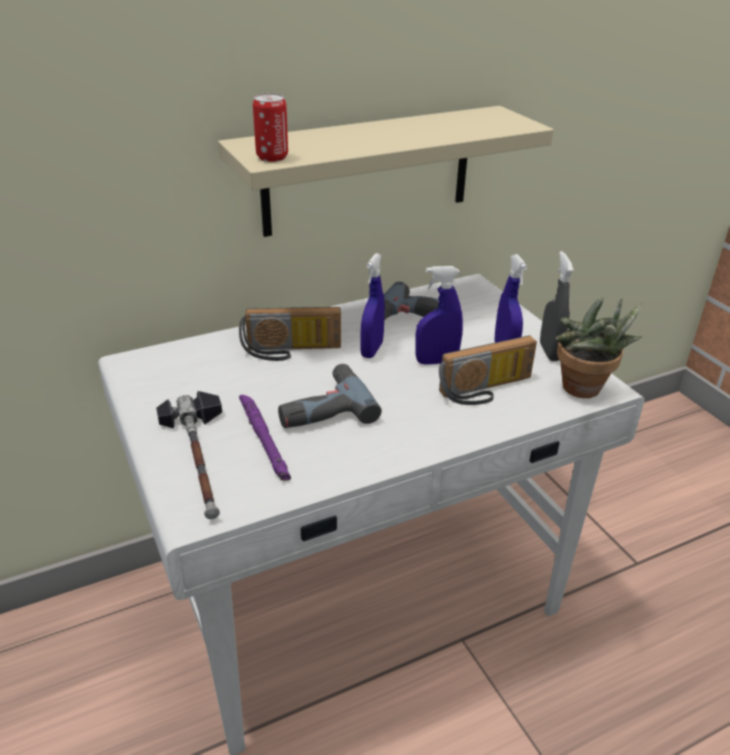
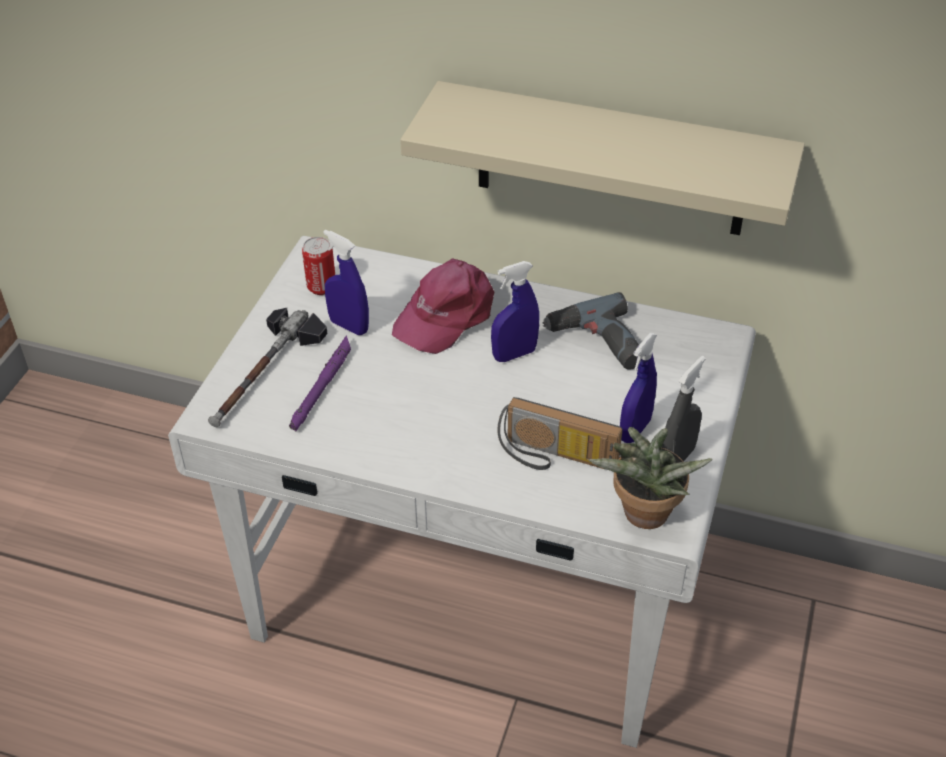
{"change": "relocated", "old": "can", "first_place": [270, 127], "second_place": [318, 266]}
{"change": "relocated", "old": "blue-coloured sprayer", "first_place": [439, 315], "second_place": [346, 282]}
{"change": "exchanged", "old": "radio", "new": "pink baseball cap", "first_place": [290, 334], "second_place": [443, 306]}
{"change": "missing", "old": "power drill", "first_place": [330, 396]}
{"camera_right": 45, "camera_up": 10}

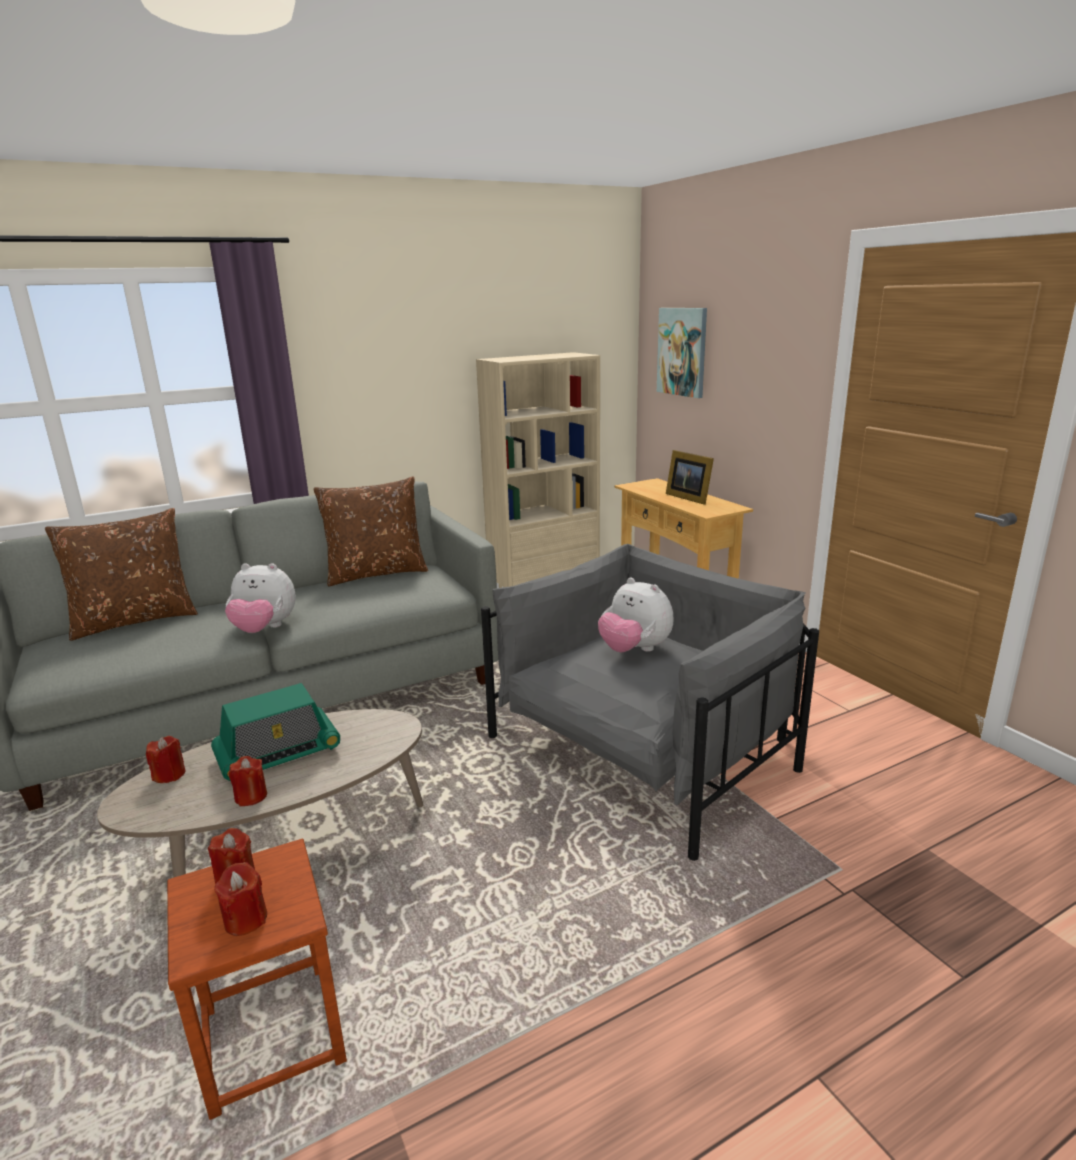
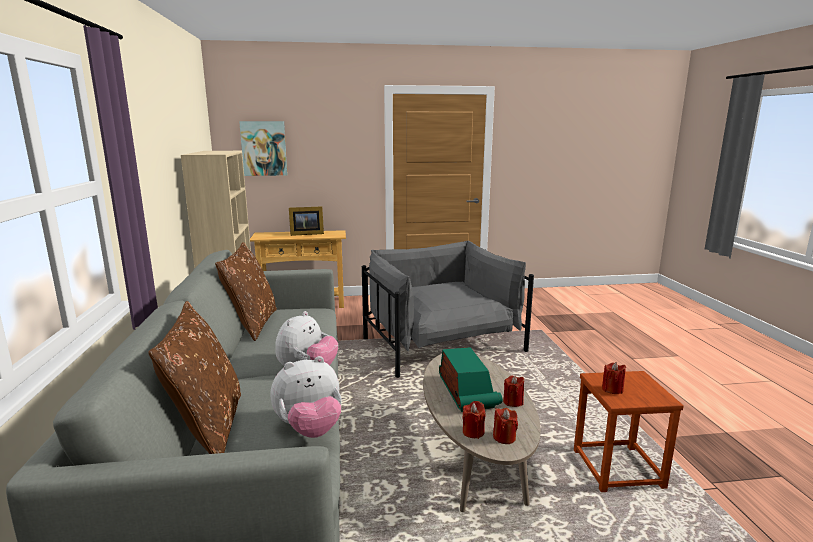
{"change": "relocated", "old": "cuddly toy", "first_place": [635, 615], "second_place": [306, 397]}
{"change": "relocated", "old": "red-coloured wax light", "first_place": [240, 899], "second_place": [505, 426]}
{"camera_right": -70, "camera_up": -5}

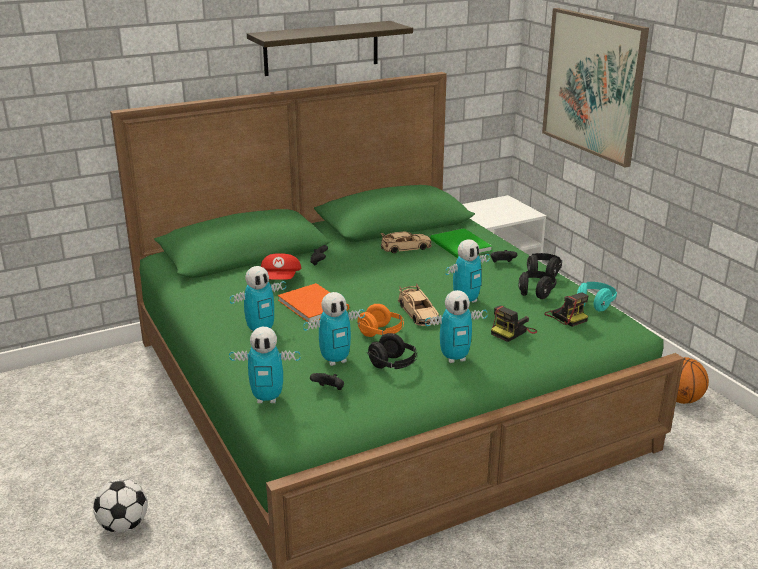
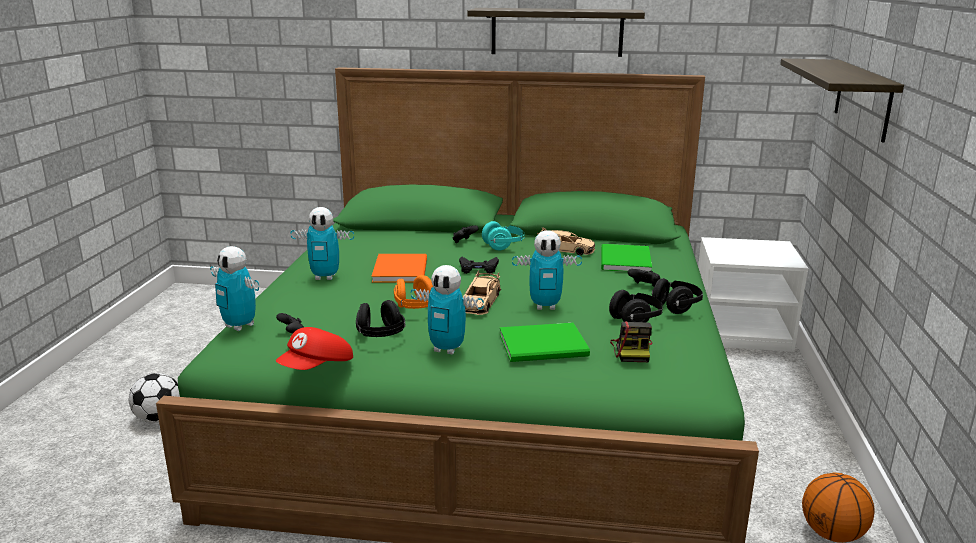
{"change": "relocated", "old": "red-coloured baseball cap", "first_place": [281, 266], "second_place": [314, 348]}
{"change": "appeared", "new": "black-coloured joypad", "second_place": [479, 265]}
{"change": "relocated", "old": "turquoise headphones", "first_place": [597, 297], "second_place": [503, 236]}
{"change": "exchanged", "old": "still camera", "new": "green-coloured volume", "first_place": [514, 324], "second_place": [545, 342]}
{"change": "exchanged", "old": "wall art", "new": "shelf", "first_place": [595, 87], "second_place": [842, 101]}
{"change": "missing", "old": "robot figure", "first_place": [334, 329]}
{"camera_right": 35, "camera_up": -5}

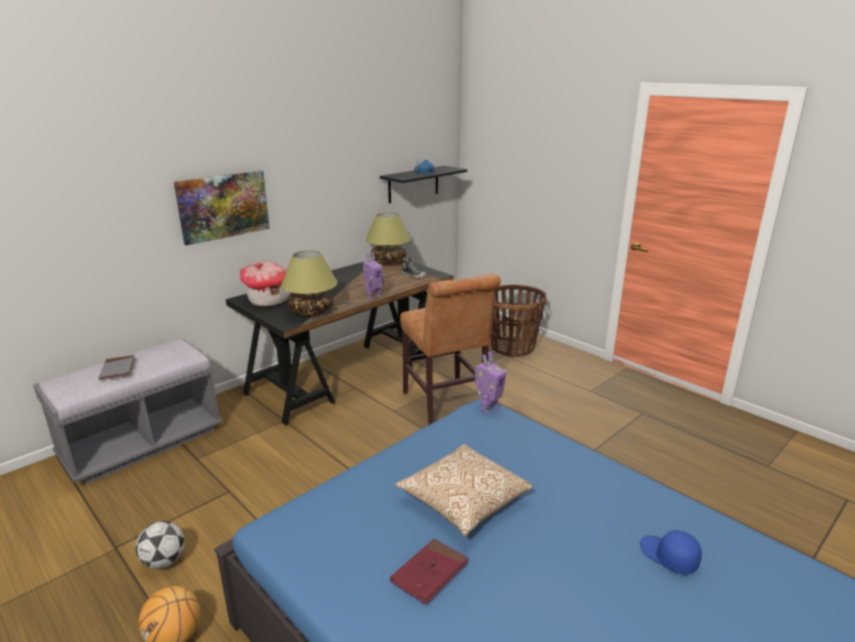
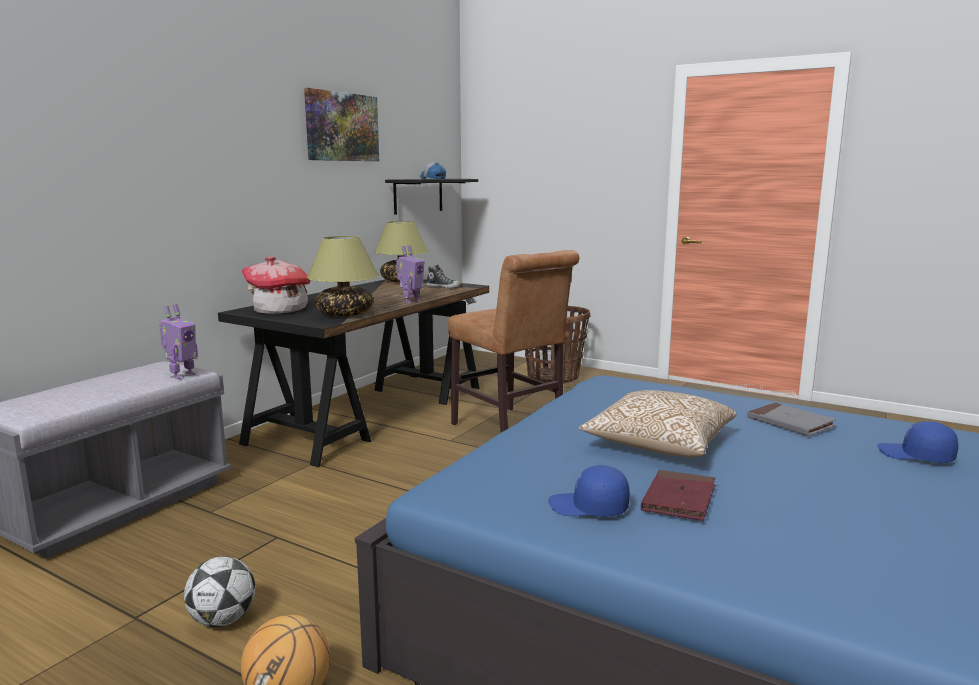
{"change": "relocated", "old": "robot figure", "first_place": [491, 383], "second_place": [178, 341]}
{"change": "relocated", "old": "wall art", "first_place": [222, 207], "second_place": [341, 124]}
{"change": "appeared", "new": "blue-coloured baseball cap", "second_place": [589, 491]}
{"change": "relocated", "old": "gray volume", "first_place": [117, 368], "second_place": [791, 419]}
{"camera_right": -15, "camera_up": -10}

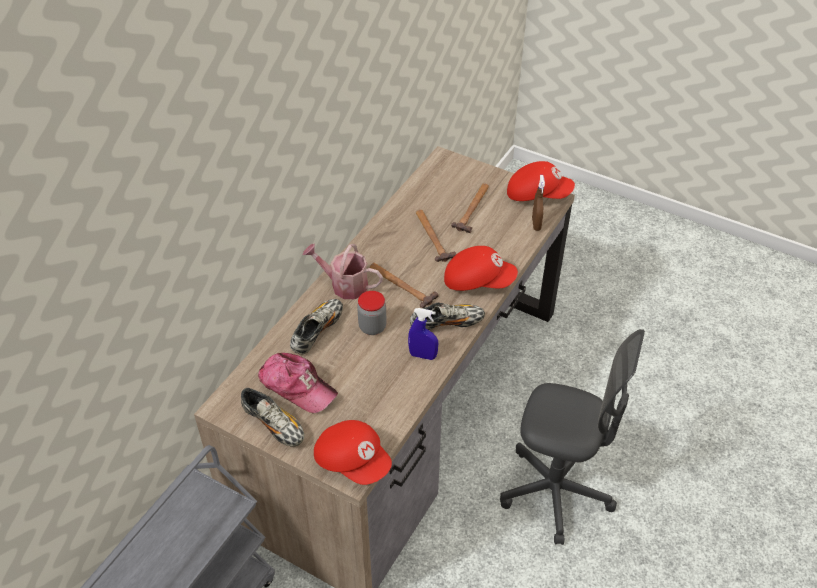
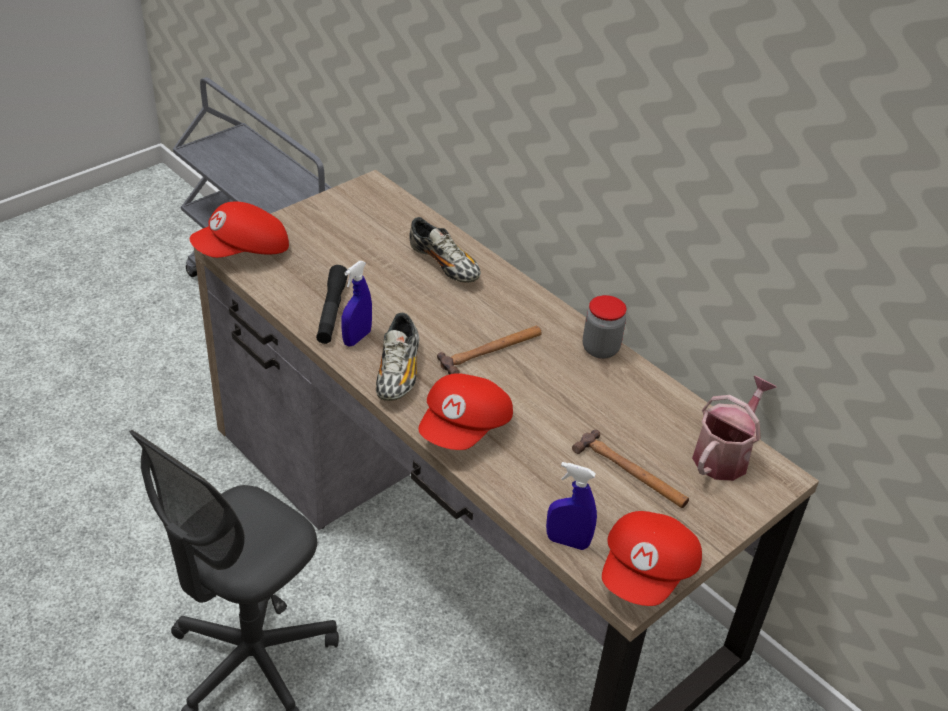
{"change": "appeared", "new": "black-coloured flashlight", "second_place": [332, 304]}
{"change": "colour", "old": "brownish sprayer", "new": "blue-coloured sprayer", "first_place": [538, 203], "second_place": [571, 506]}
{"change": "relocated", "old": "jar", "first_place": [372, 313], "second_place": [604, 327]}
{"change": "relocated", "old": "watering pot", "first_place": [343, 271], "second_place": [734, 428]}
{"change": "missing", "old": "low shoe", "first_place": [272, 417]}
{"change": "missing", "old": "baseball cap", "first_place": [298, 383]}
{"change": "missing", "old": "hand hammer", "first_place": [436, 236]}
{"camera_right": 105, "camera_up": -5}

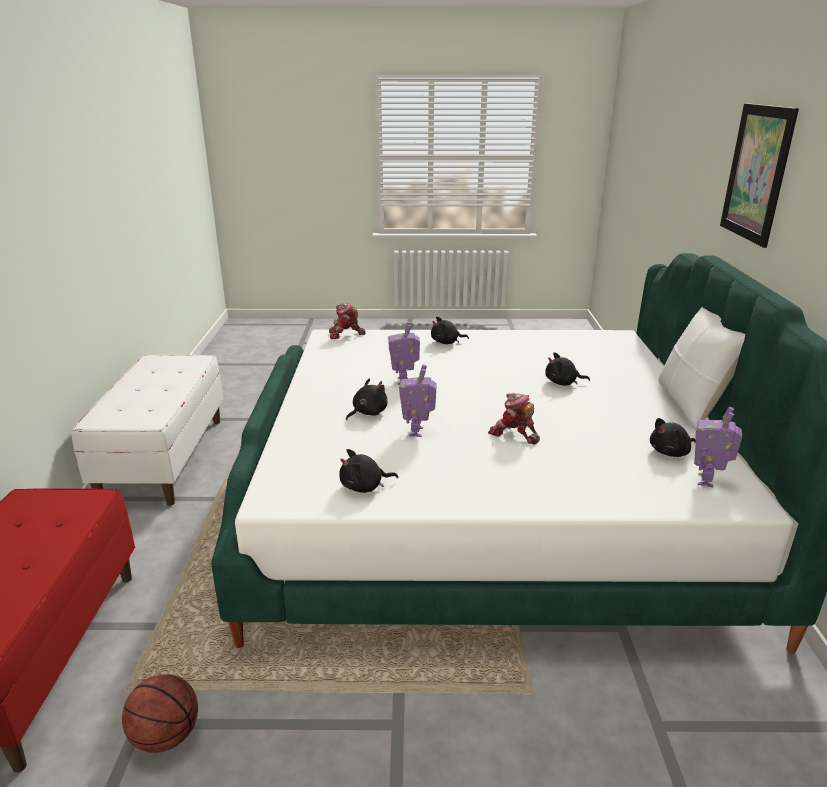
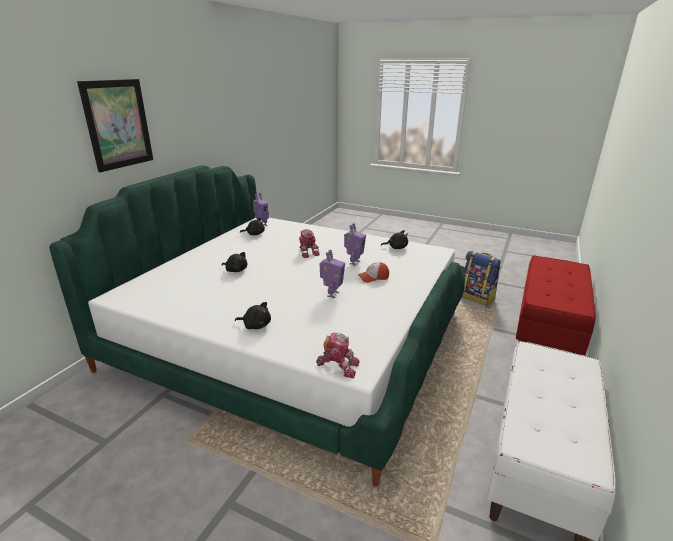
{"change": "exchanged", "old": "black-coloured cuddly toy", "new": "baseball cap", "first_place": [367, 399], "second_place": [373, 272]}
{"change": "exchanged", "old": "basketball ball", "new": "backpack", "first_place": [160, 713], "second_place": [481, 278]}
{"change": "missing", "old": "white cushion", "first_place": [701, 368]}
{"camera_right": -155, "camera_up": 0}

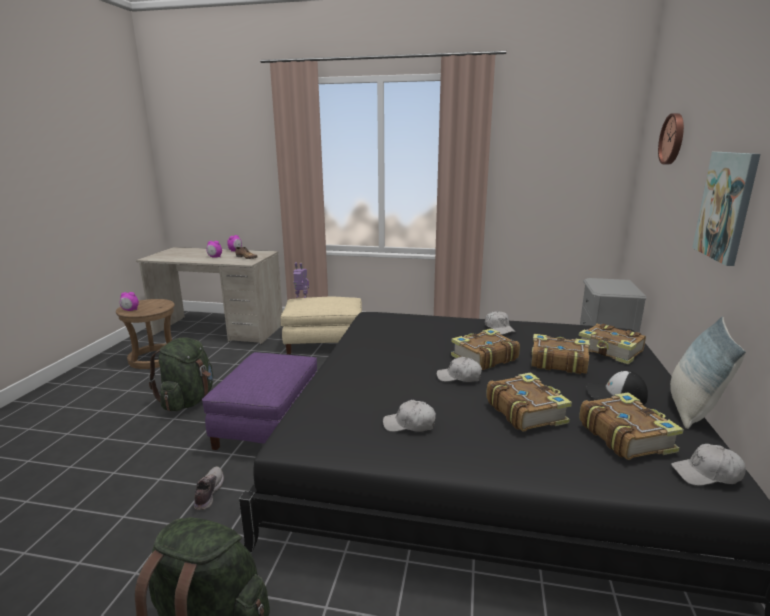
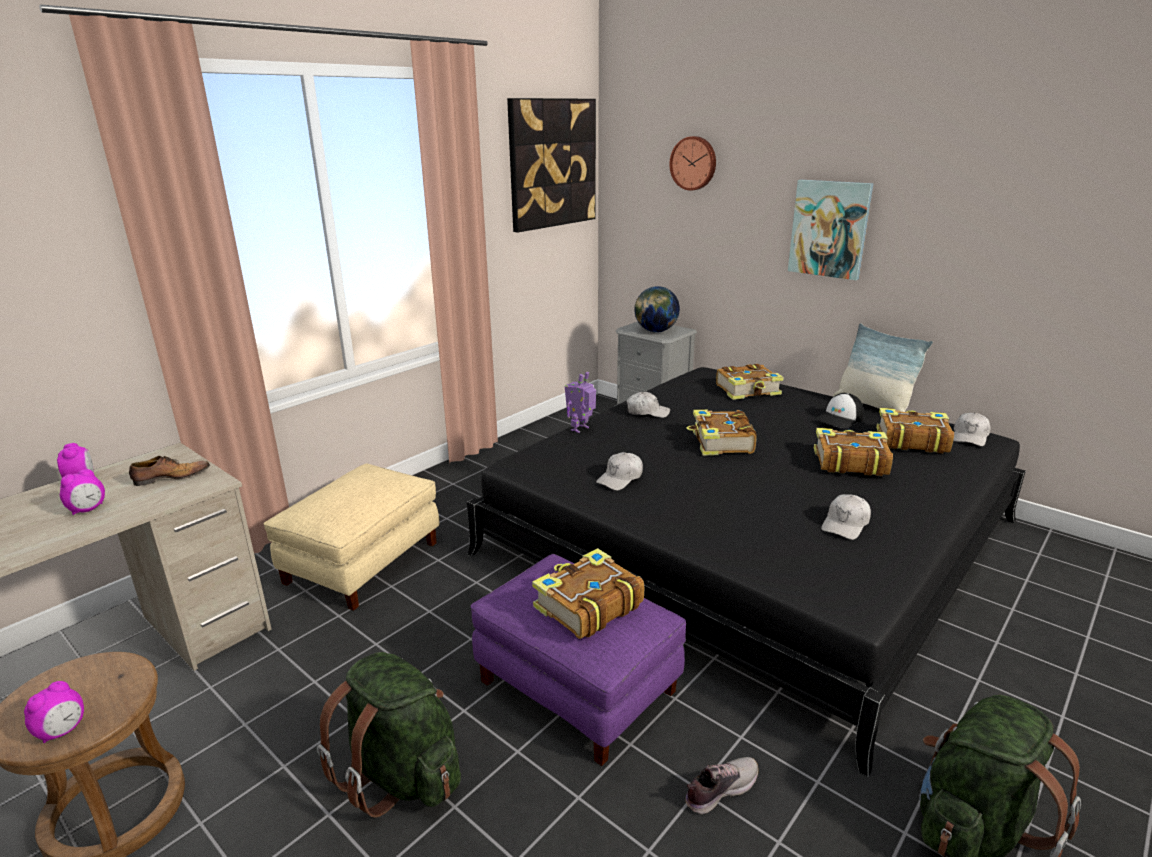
{"change": "appeared", "new": "wall art", "second_place": [551, 165]}
{"change": "relocated", "old": "volume", "first_place": [560, 354], "second_place": [588, 593]}
{"change": "relocated", "old": "robot figure", "first_place": [301, 280], "second_place": [580, 402]}
{"change": "relocated", "old": "white baseball cap", "first_place": [459, 369], "second_place": [619, 471]}
{"change": "appeared", "new": "globe", "second_place": [657, 309]}
{"change": "spun", "old": "low shoe", "first_place": [209, 488], "second_place": [722, 785], "degrees": 120}
{"camera_right": -60, "camera_up": 5}

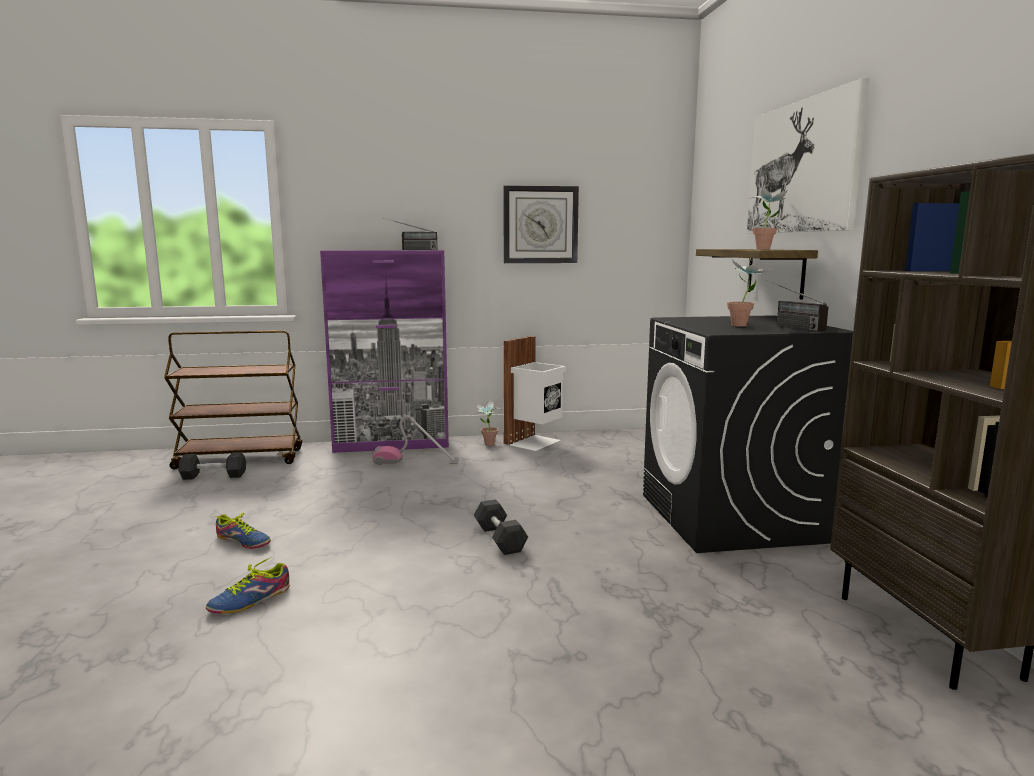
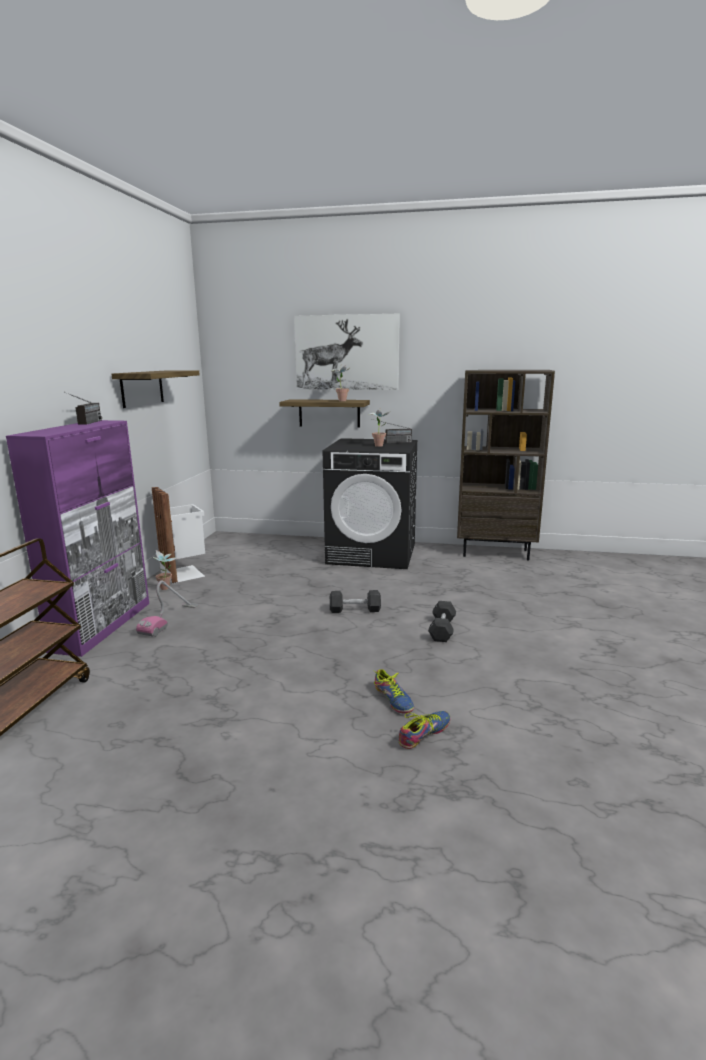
{"change": "exchanged", "old": "clock on the wall", "new": "shelf", "first_place": [541, 224], "second_place": [156, 389]}
{"change": "relocated", "old": "low shoe", "first_place": [242, 531], "second_place": [425, 730]}
{"change": "relocated", "old": "black-coloured free weight", "first_place": [212, 466], "second_place": [442, 621]}
{"camera_right": -70, "camera_up": 5}

